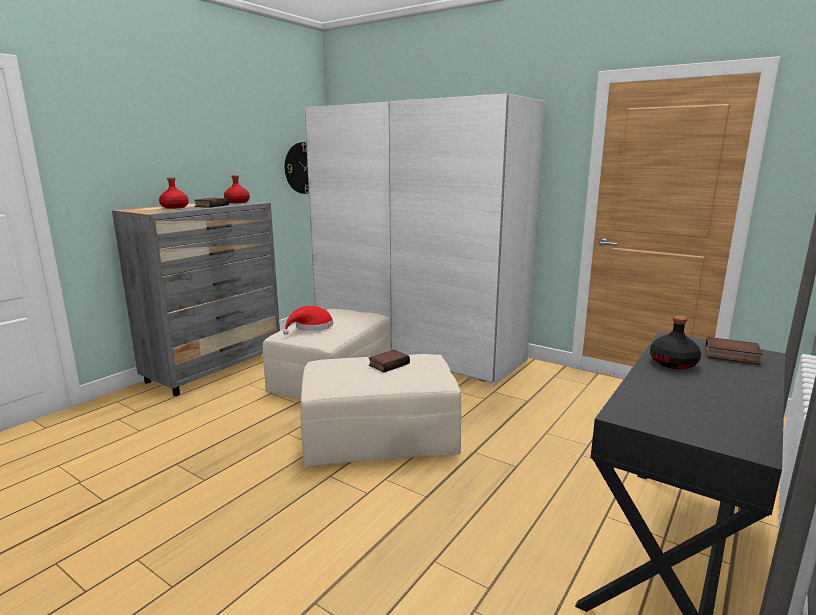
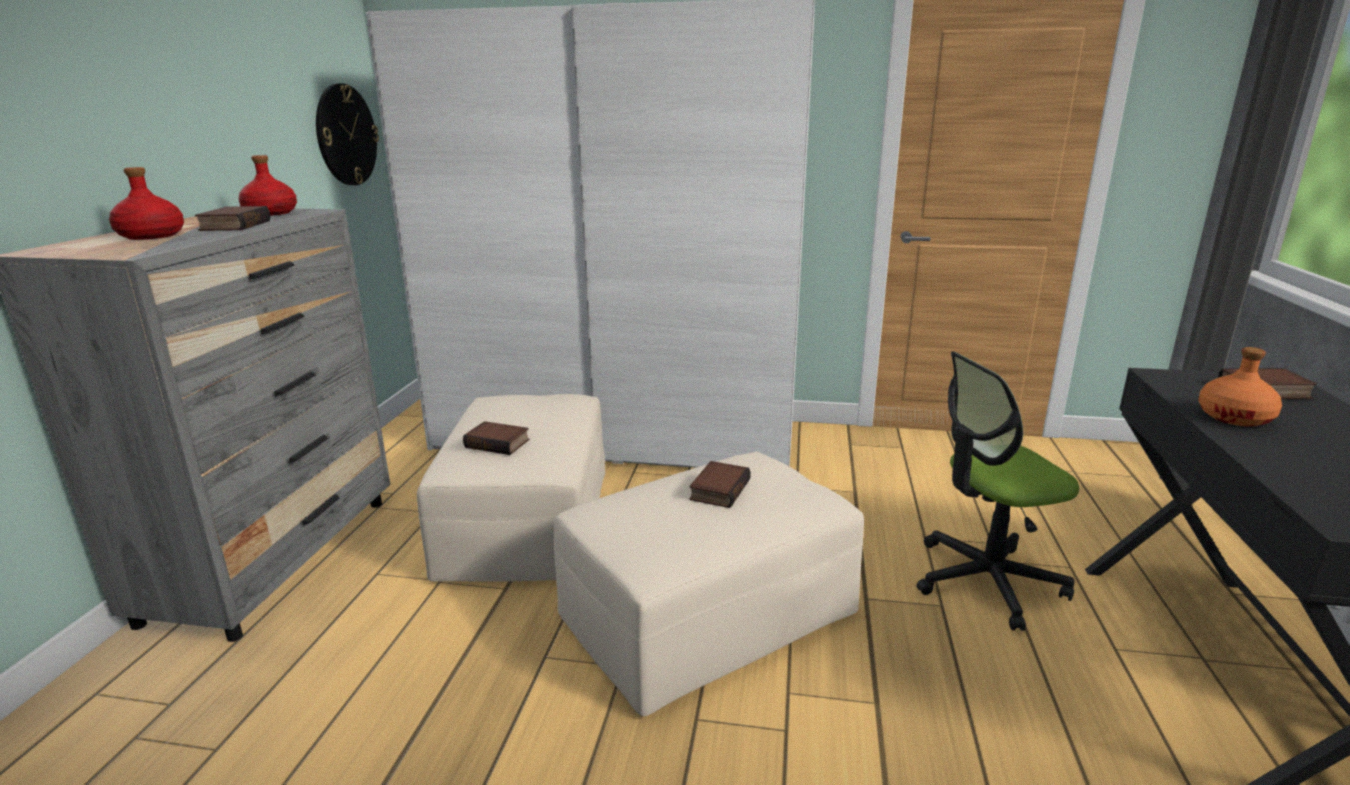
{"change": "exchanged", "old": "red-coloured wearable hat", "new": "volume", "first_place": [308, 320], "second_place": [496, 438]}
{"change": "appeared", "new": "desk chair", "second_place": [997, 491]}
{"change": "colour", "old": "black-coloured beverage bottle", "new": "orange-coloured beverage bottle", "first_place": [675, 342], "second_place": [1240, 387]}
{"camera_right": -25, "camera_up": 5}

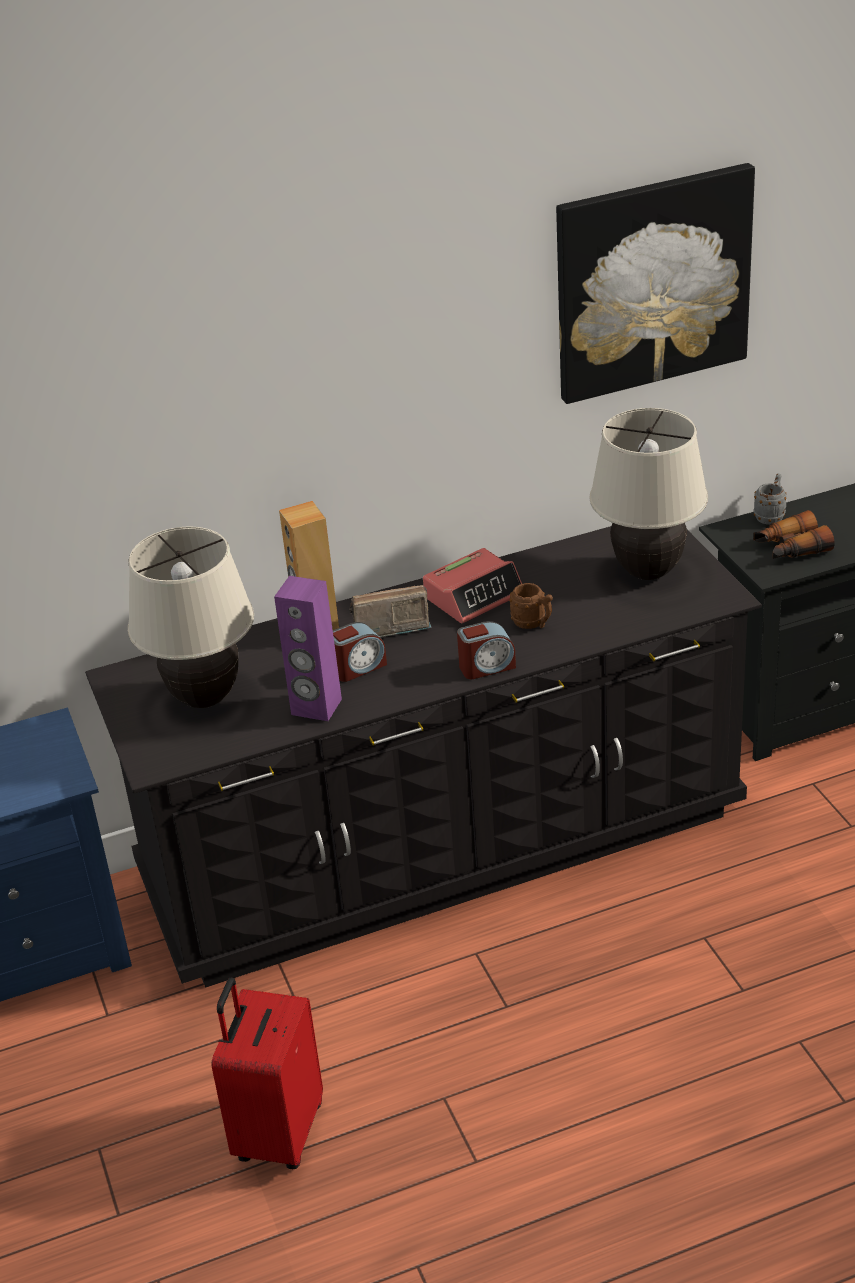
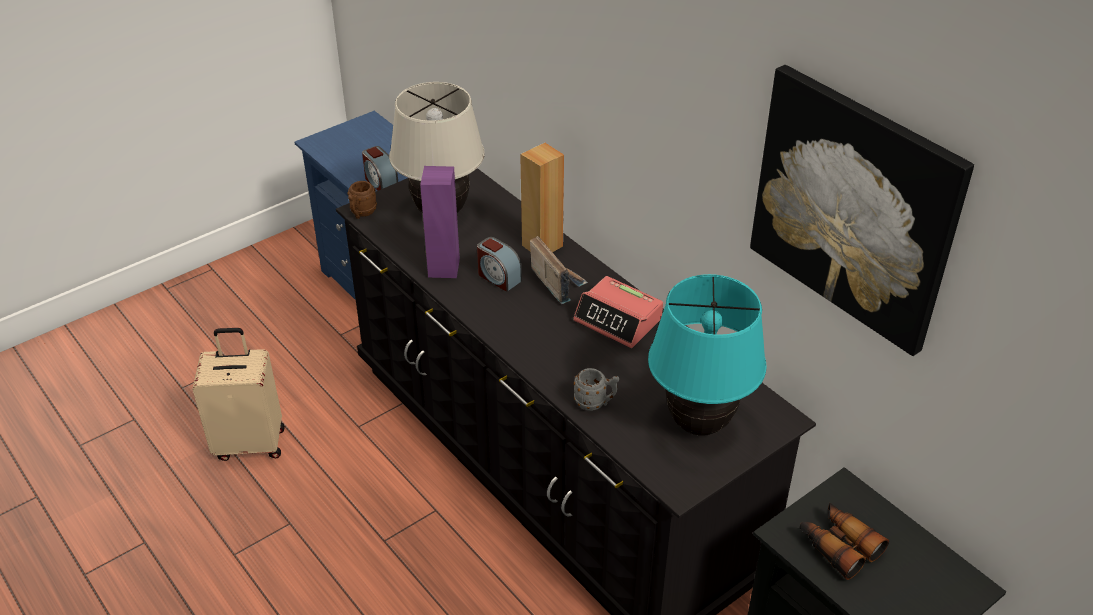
{"change": "colour", "old": "red-coloured suitcase", "new": "beige-coloured suitcase", "first_place": [267, 1073], "second_place": [238, 394]}
{"change": "relocated", "old": "brownish coffee mug", "first_place": [531, 606], "second_place": [362, 200]}
{"change": "relocated", "old": "alarm clock", "first_place": [486, 650], "second_place": [380, 168]}
{"change": "relocated", "old": "gray coffee mug", "first_place": [770, 499], "second_place": [596, 389]}
{"change": "colour", "old": "beige-coloured tabletop lamp", "new": "turquoise tabletop lamp", "first_place": [649, 494], "second_place": [707, 355]}
{"camera_right": 70, "camera_up": 5}

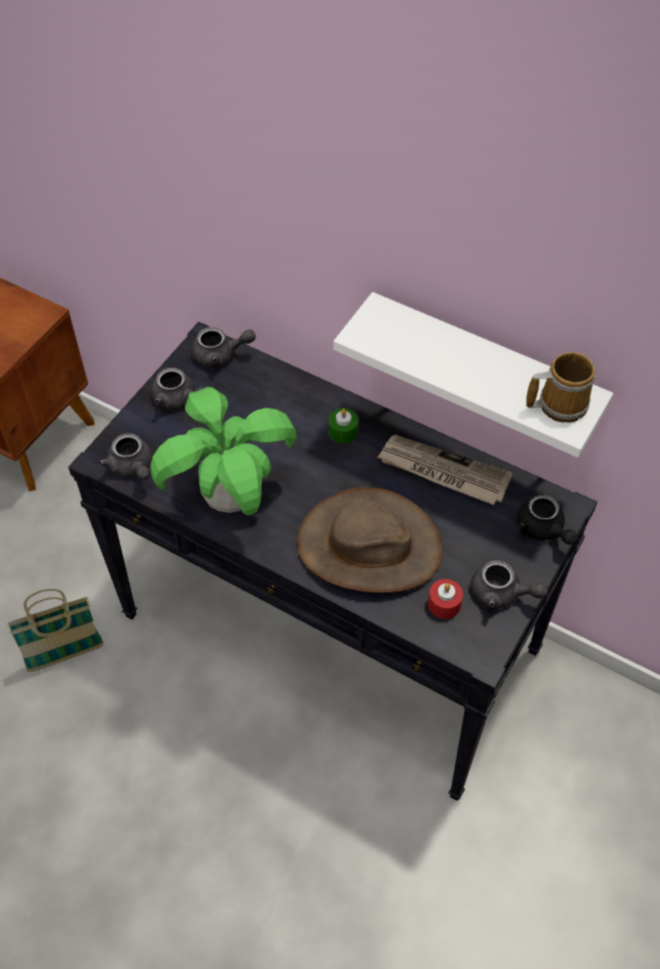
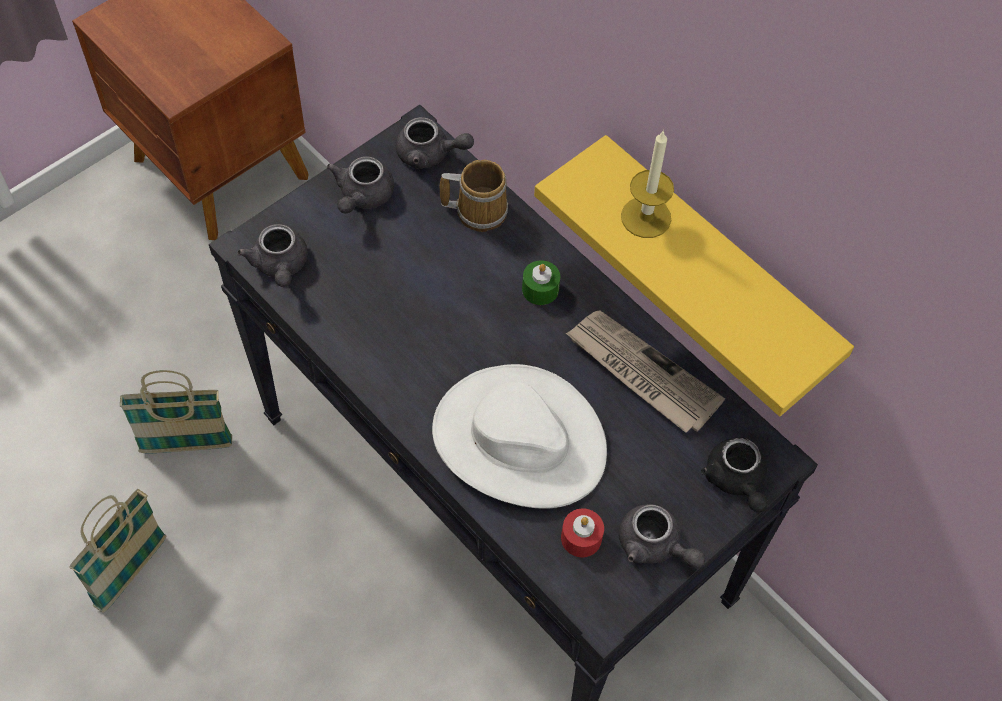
{"change": "appeared", "new": "storage basket", "second_place": [117, 551]}
{"change": "spun", "old": "gray tea pot", "first_place": [177, 389], "second_place": [360, 185], "degrees": 60}
{"change": "colour", "old": "brownish wearable hat", "new": "white wearable hat", "first_place": [370, 540], "second_place": [519, 436]}
{"change": "relocated", "old": "coffee mug", "first_place": [561, 387], "second_place": [474, 195]}
{"change": "colour", "old": "white shelf", "new": "yellow shelf", "first_place": [473, 375], "second_place": [694, 275]}
{"change": "appeared", "new": "wax light", "second_place": [647, 184]}
{"change": "missing", "old": "houseplant", "first_place": [223, 451]}
{"camera_right": 15, "camera_up": 5}

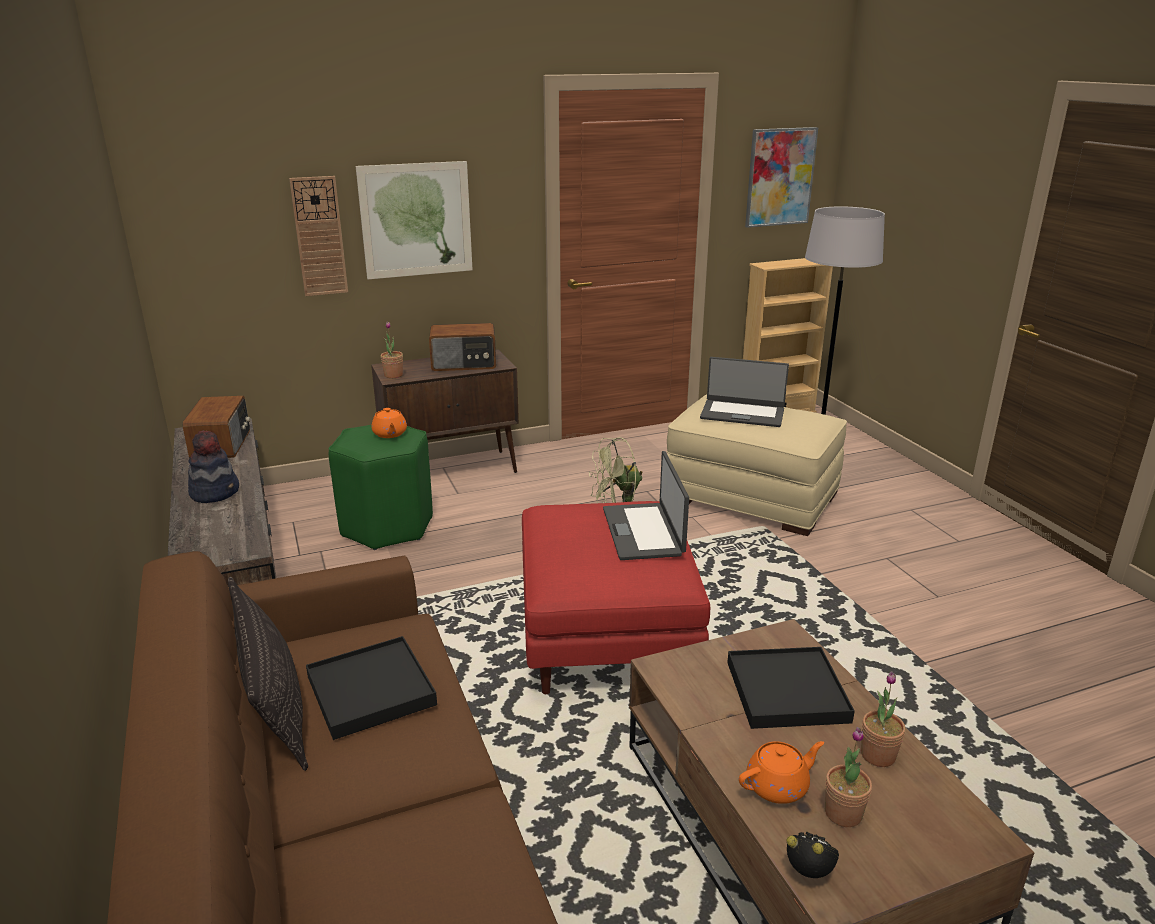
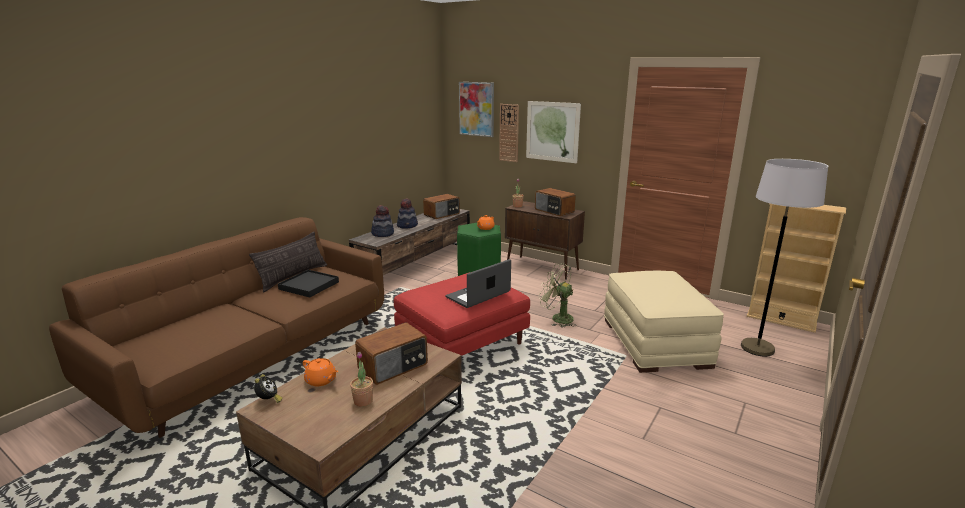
{"change": "exchanged", "old": "black-coloured carrying tray", "new": "radio", "first_place": [791, 688], "second_place": [391, 353]}
{"change": "appeared", "new": "wearable hat", "second_place": [382, 221]}
{"change": "relocated", "old": "wall art", "first_place": [781, 177], "second_place": [476, 109]}
{"change": "missing", "old": "laptop", "first_place": [744, 392]}
{"change": "missing", "old": "houseplant", "first_place": [848, 777]}
{"camera_right": 55, "camera_up": -5}

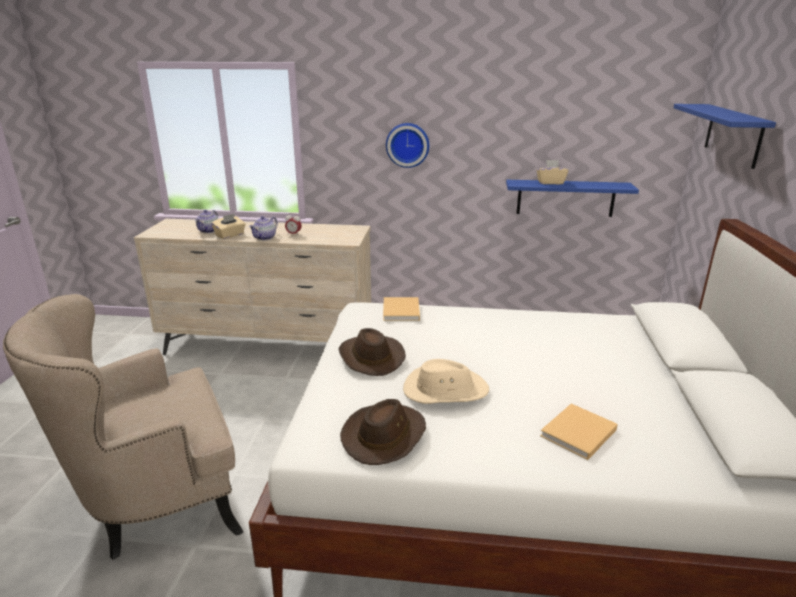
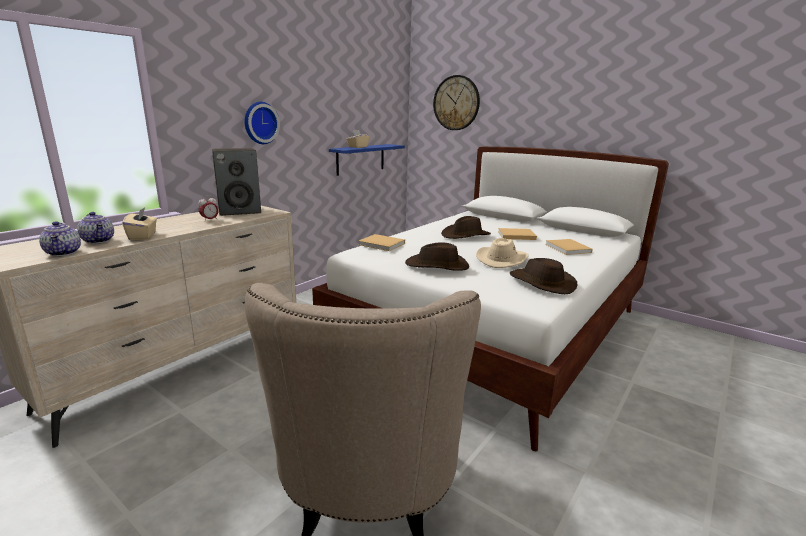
{"change": "relocated", "old": "tea pot", "first_place": [263, 228], "second_place": [60, 238]}
{"change": "appeared", "new": "speaker", "second_place": [236, 182]}
{"change": "exchanged", "old": "blue-coloured shelf", "new": "clock on the wall", "first_place": [725, 136], "second_place": [456, 102]}
{"change": "appeared", "new": "brownish wearable hat", "second_place": [466, 227]}
{"change": "appeared", "new": "beige-coloured volume", "second_place": [517, 234]}
{"camera_right": -60, "camera_up": -5}

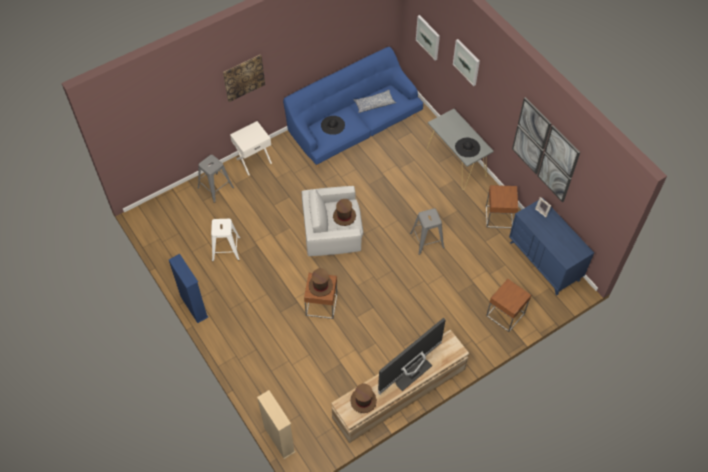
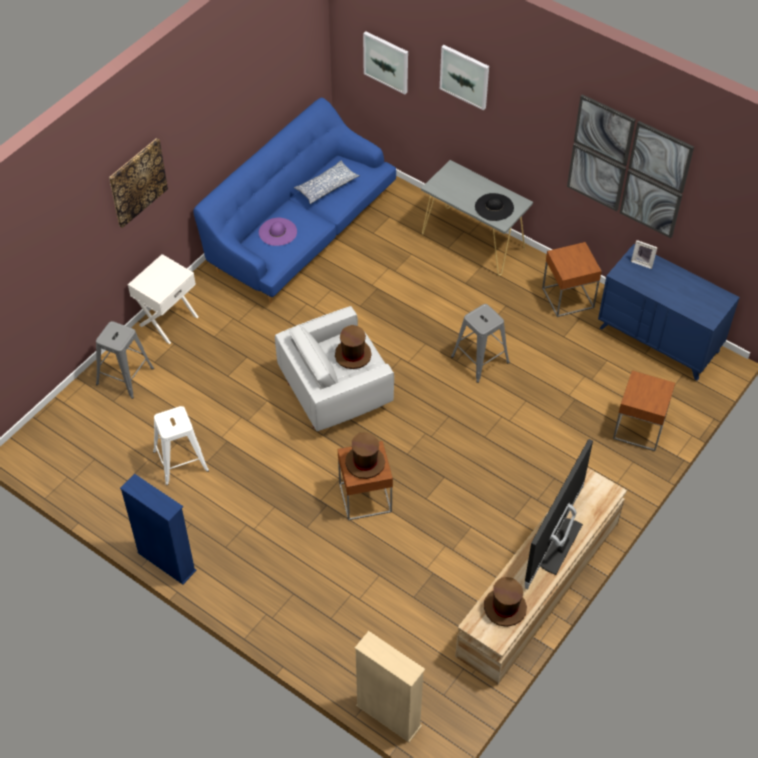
{"change": "colour", "old": "black-coloured wearable hat", "new": "purple-coloured wearable hat", "first_place": [333, 125], "second_place": [278, 232]}
{"camera_right": -20, "camera_up": -5}

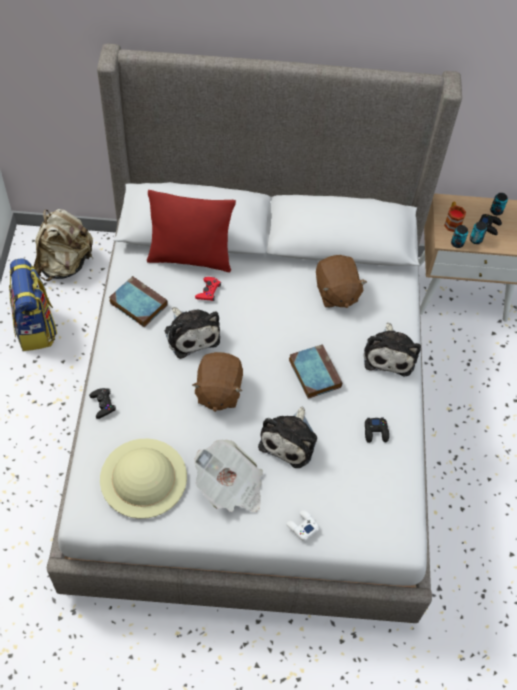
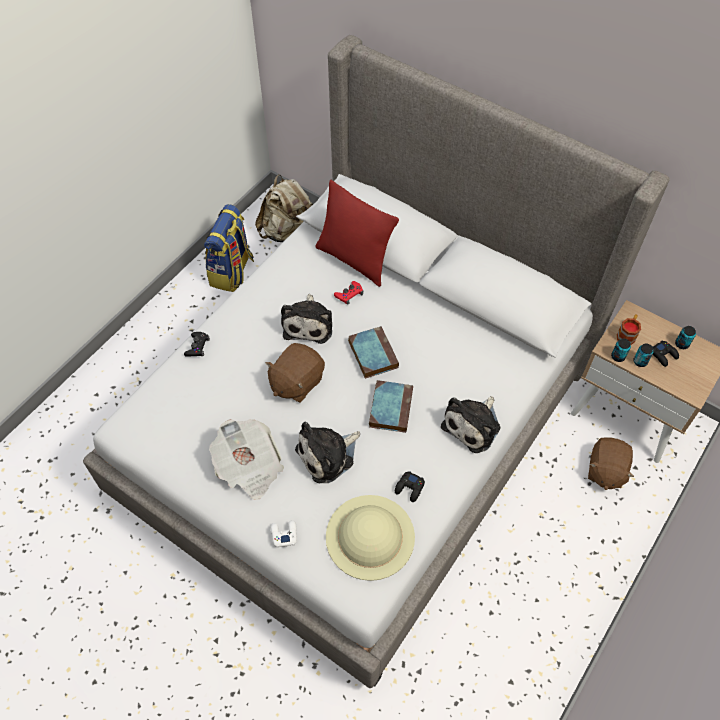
{"change": "relocated", "old": "beige-coloured wearable hat", "first_place": [143, 479], "second_place": [370, 538]}
{"change": "relocated", "old": "volume", "first_place": [138, 301], "second_place": [373, 352]}
{"change": "relocated", "old": "brownish cuddly toy", "first_place": [341, 281], "second_place": [611, 464]}
{"camera_right": 35, "camera_up": 0}

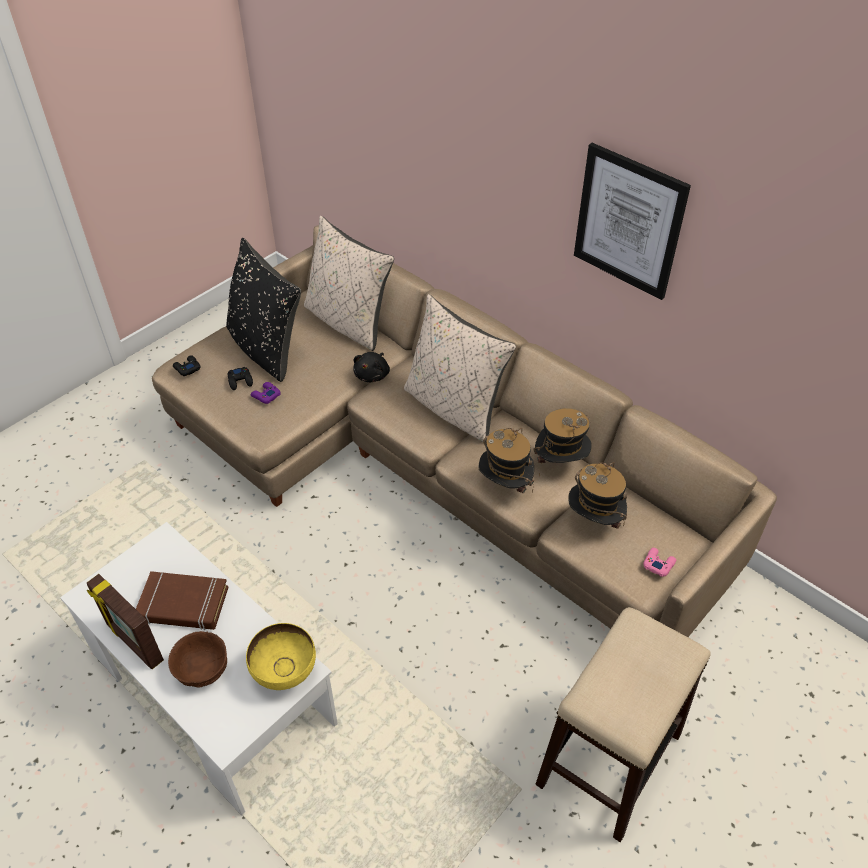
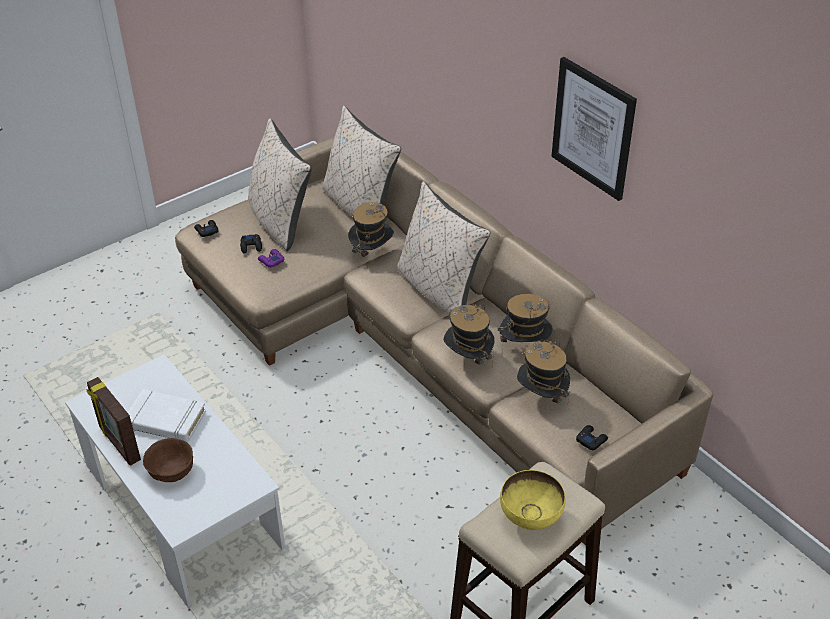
{"change": "colour", "old": "brownish volume", "new": "white volume", "first_place": [182, 600], "second_place": [166, 415]}
{"change": "colour", "old": "black-coloured cushion", "new": "beige-coloured cushion", "first_place": [263, 310], "second_place": [280, 185]}
{"change": "exchanged", "old": "black-coloured cuddly toy", "new": "wearable hat", "first_place": [371, 367], "second_place": [371, 235]}
{"change": "relocated", "old": "yellow bowl", "first_place": [281, 656], "second_place": [533, 500]}
{"change": "colour", "old": "pink joypad", "new": "black-coloured joypad", "first_place": [659, 562], "second_place": [592, 437]}
{"camera_right": 10, "camera_up": -5}

